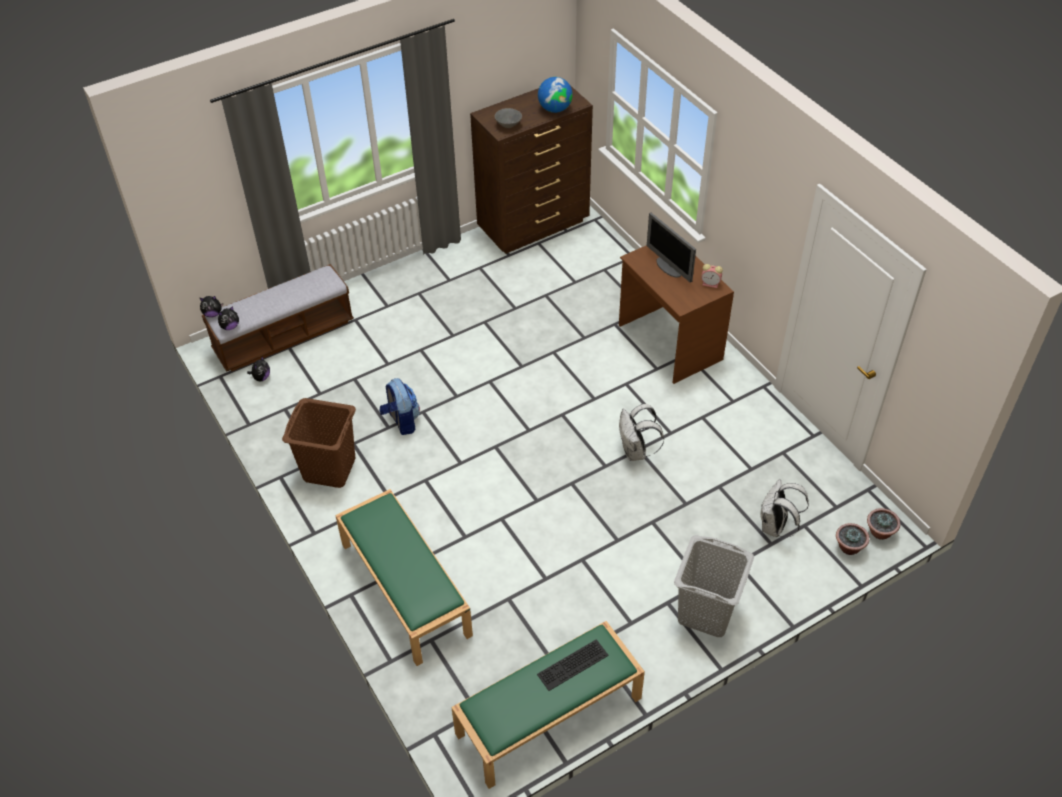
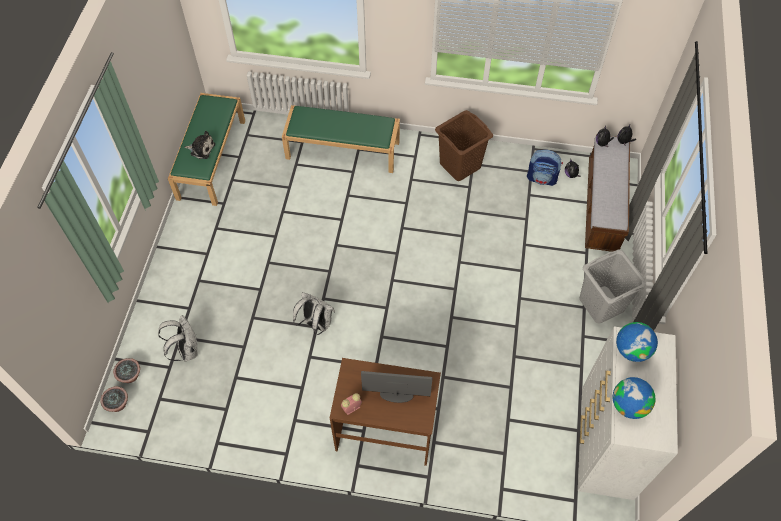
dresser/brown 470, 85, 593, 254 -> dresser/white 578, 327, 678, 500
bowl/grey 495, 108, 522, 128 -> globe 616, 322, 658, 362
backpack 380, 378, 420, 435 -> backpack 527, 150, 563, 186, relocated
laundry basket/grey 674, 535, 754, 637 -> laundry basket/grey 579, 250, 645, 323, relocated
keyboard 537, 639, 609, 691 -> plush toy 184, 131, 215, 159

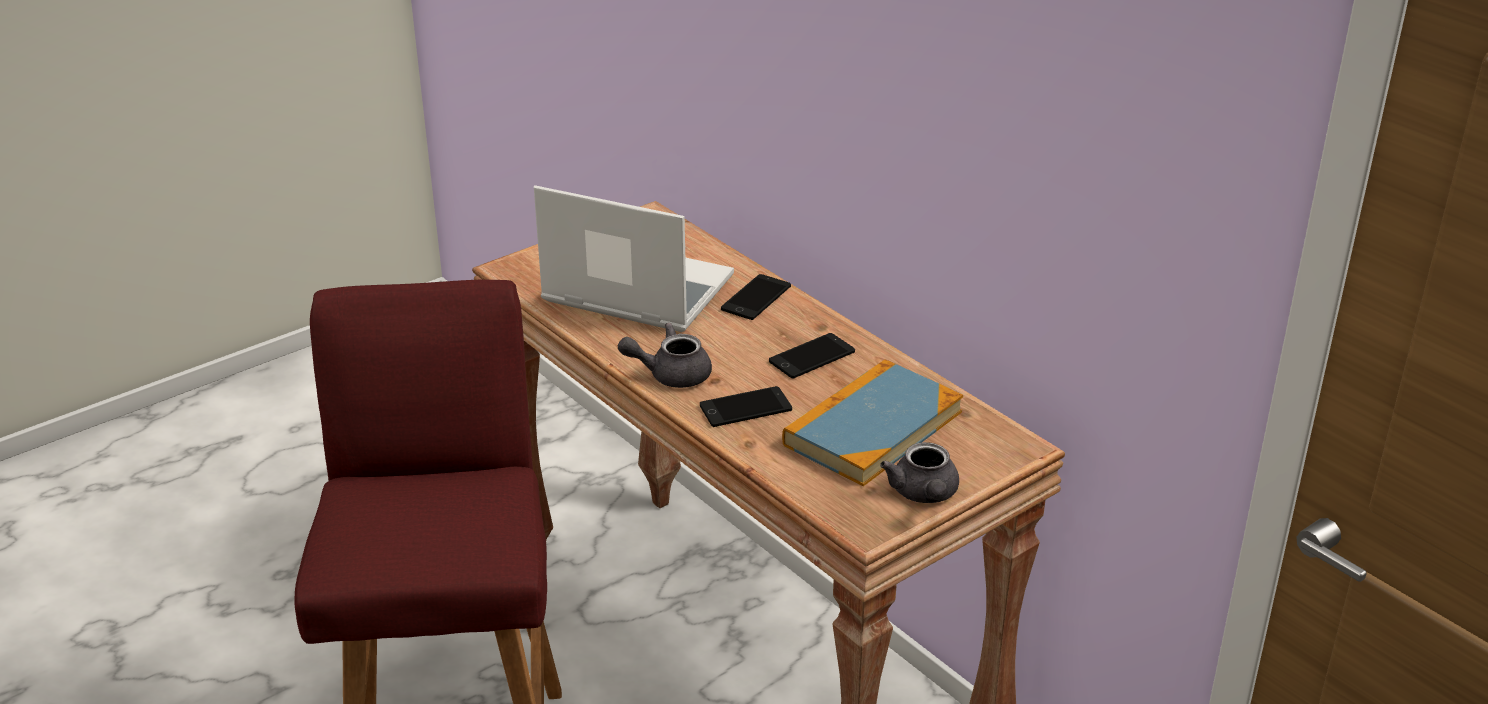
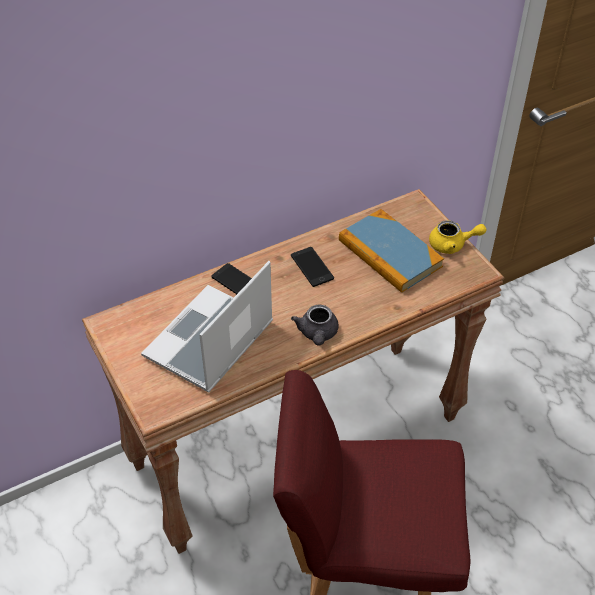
phone 700, 386, 792, 427 -> none
teapot/grey 880, 442, 959, 503 -> teapot/yellow 429, 220, 487, 254

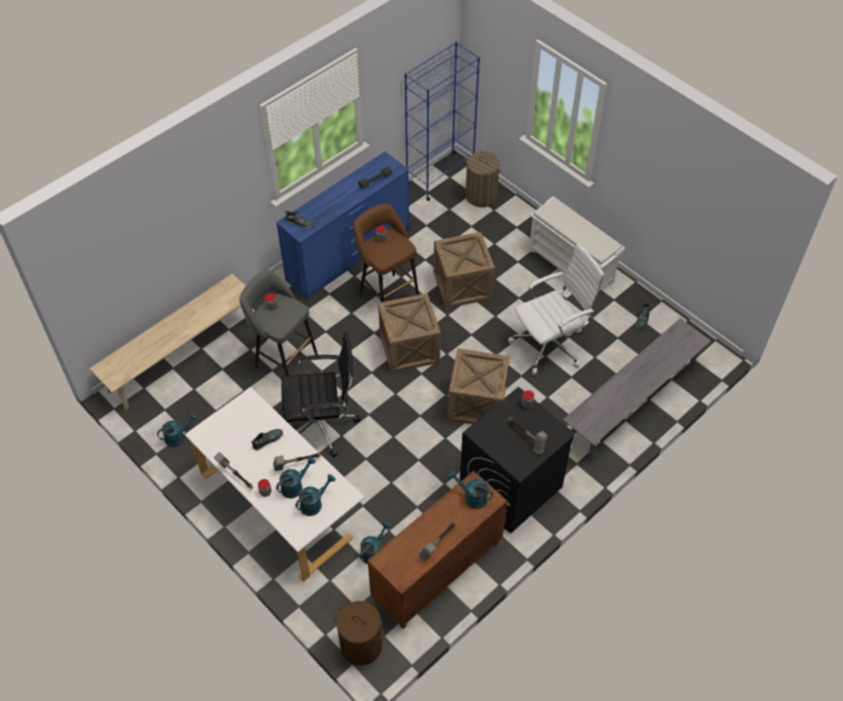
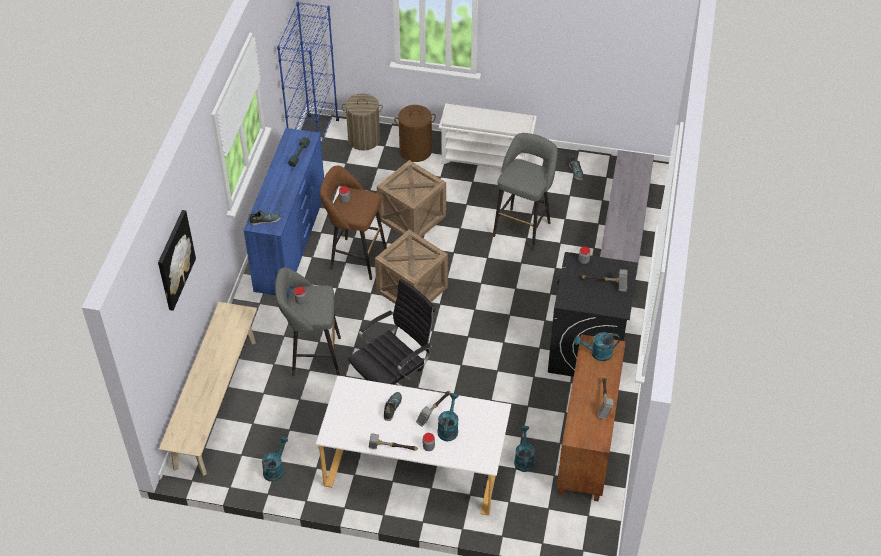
office chair/white 508, 243, 604, 375 -> stool/grey 493, 133, 558, 251
crate 448, 348, 510, 424 -> none
watering can/turquoise 295, 474, 336, 516 -> none
laundry basket/brown 333, 601, 384, 666 -> laundry basket/brown 394, 105, 436, 162, relocated
none -> picture 158, 210, 196, 311

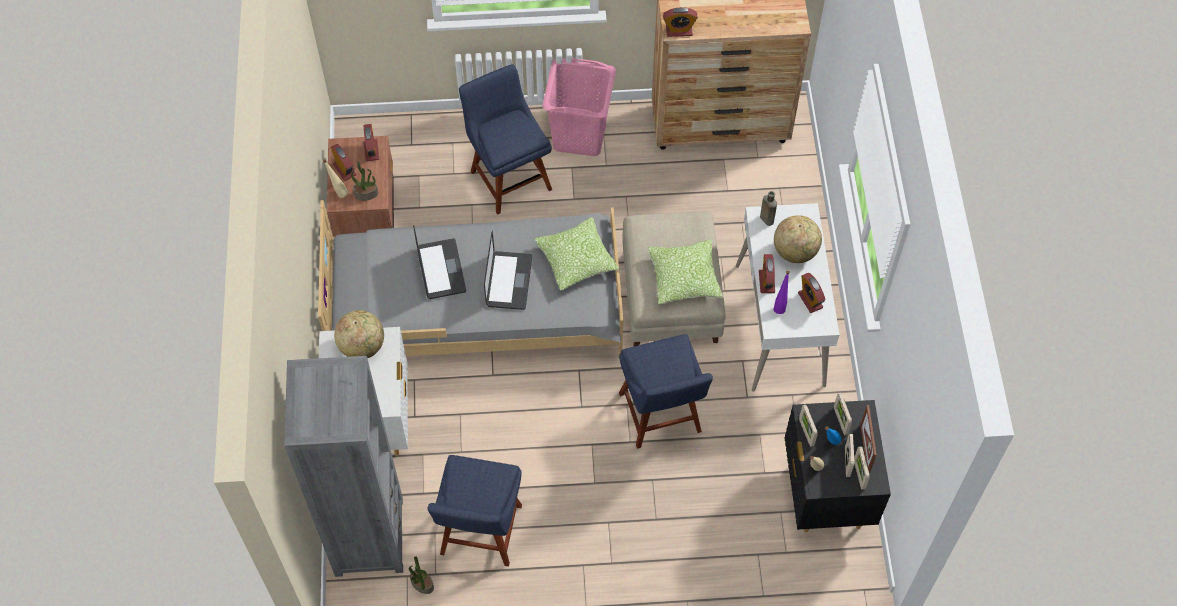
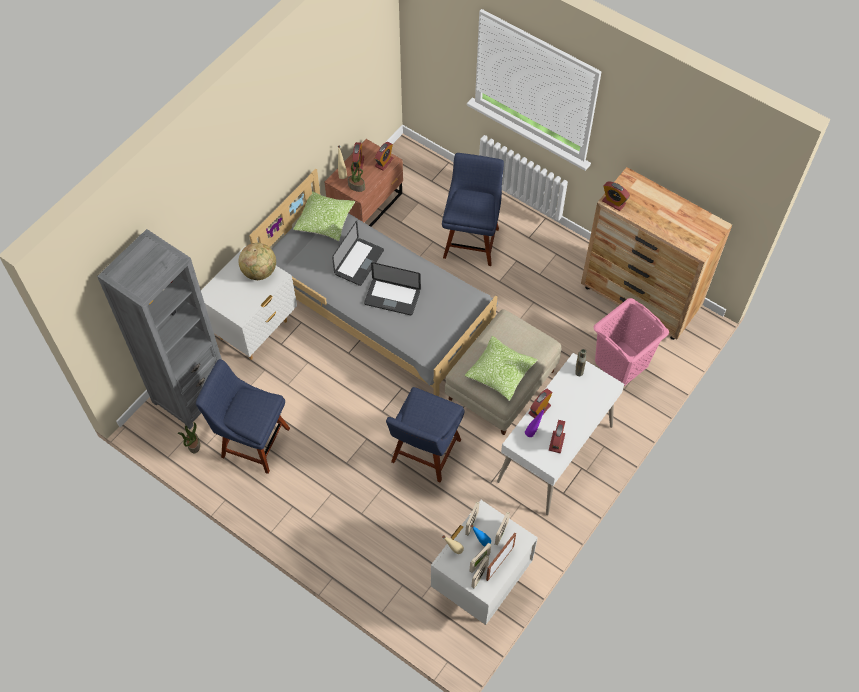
laundry basket/pink 542, 58, 616, 156 -> laundry basket/pink 593, 298, 669, 386, relocated
globe 774, 215, 822, 263 -> none
pillow 535, 217, 619, 291 -> pillow 293, 191, 355, 241, relocated
laptop 484, 231, 532, 310 -> laptop 364, 262, 421, 315, 60 degrees clockwise
nightstand/black 784, 400, 891, 532 -> nightstand/white 431, 500, 538, 625
chair/blue 428, 455, 522, 567 -> chair/blue 196, 359, 290, 474, 60 degrees clockwise

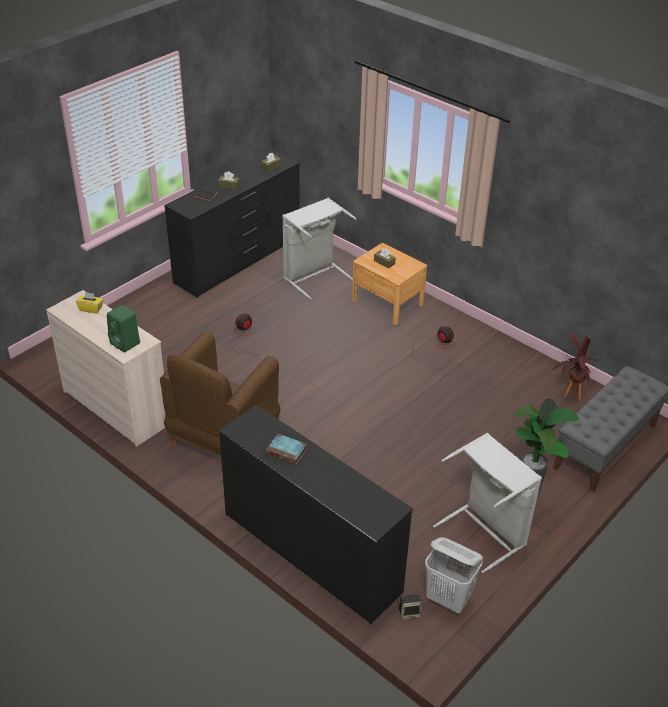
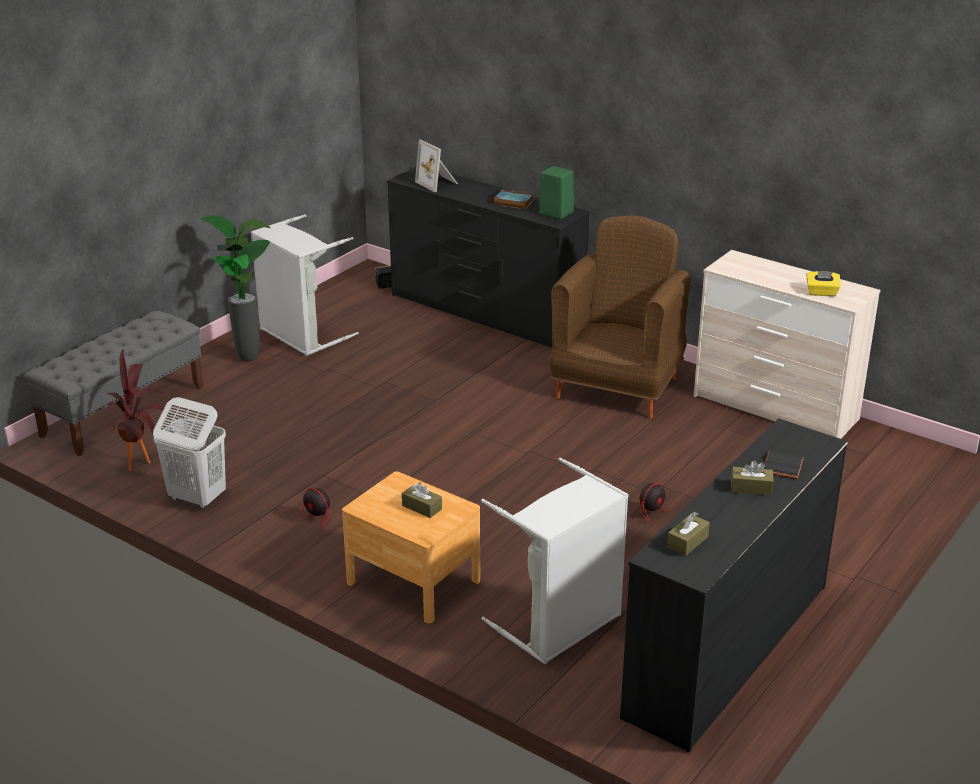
speaker/green 107, 305, 140, 352 -> speaker/green 539, 166, 575, 220, relocated
laundry basket/white 425, 537, 483, 614 -> laundry basket/white 153, 397, 226, 509, relocated
none -> picture frame 415, 140, 458, 192

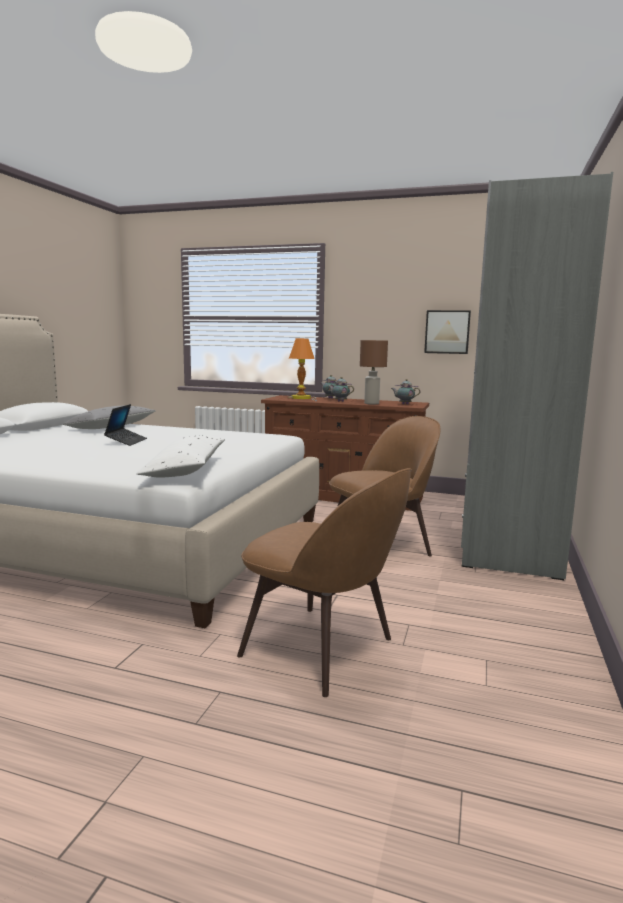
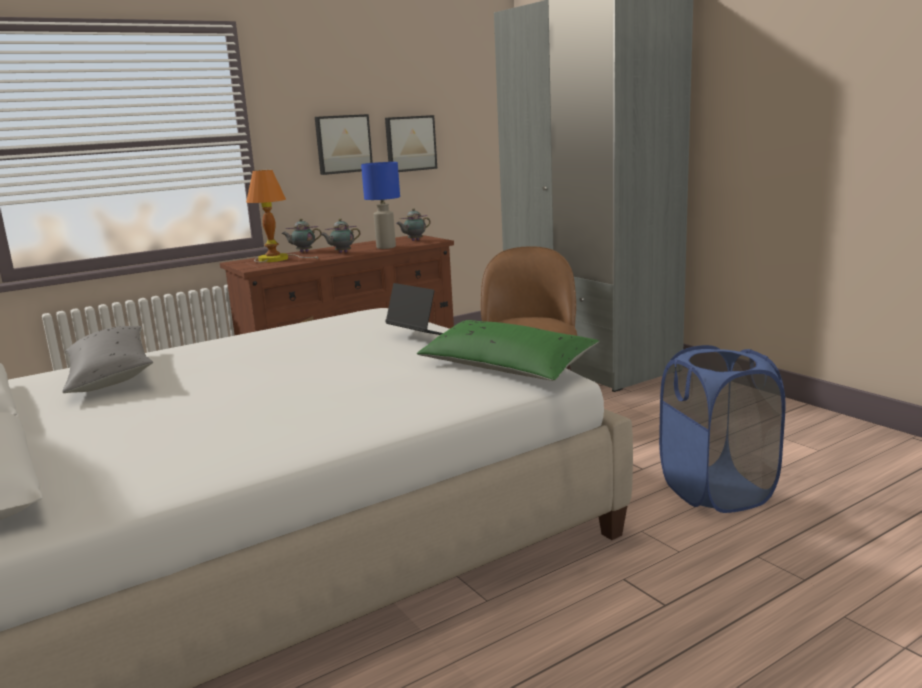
table lamp/brown 360, 340, 388, 405 -> table lamp/blue 361, 162, 400, 249
laptop 104, 404, 147, 446 -> laptop 385, 283, 443, 335, relocated
pillow/white 136, 436, 225, 478 -> pillow/green 417, 320, 599, 381
chair/brown 237, 468, 412, 697 -> laundry basket/blue 659, 345, 785, 513
none -> picture 315, 114, 373, 175

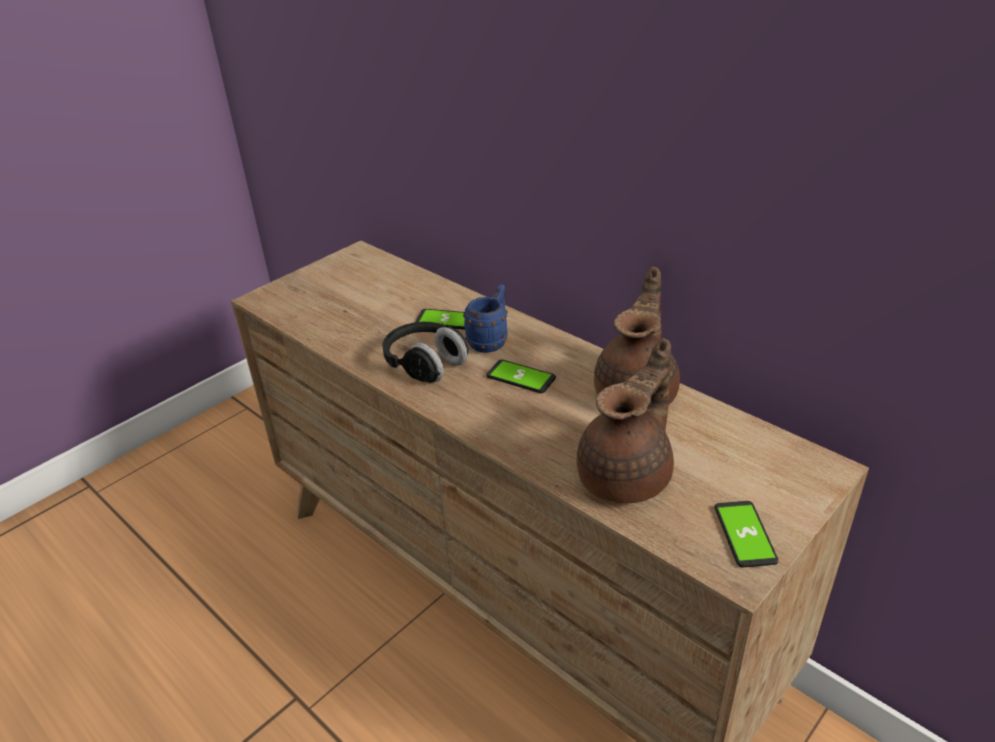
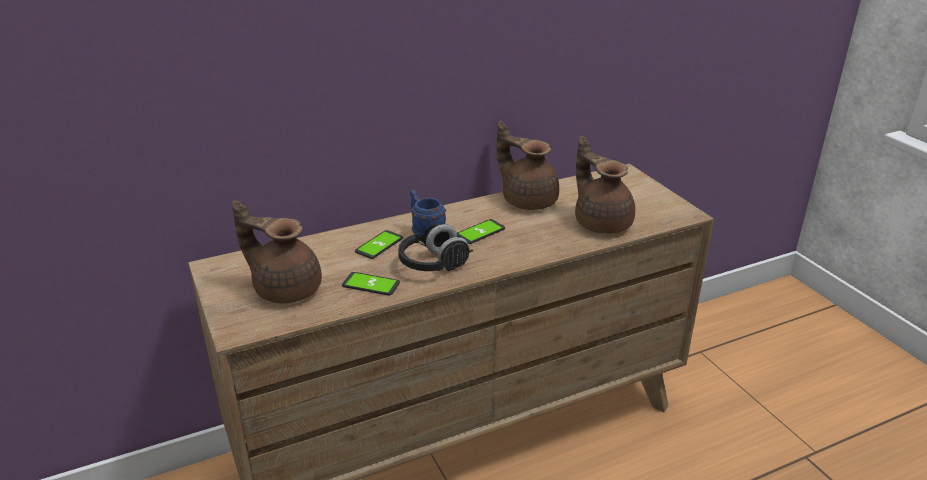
phone 715, 501, 779, 567 -> phone 342, 272, 400, 296, relocated
none -> teapot/brown 232, 200, 322, 304

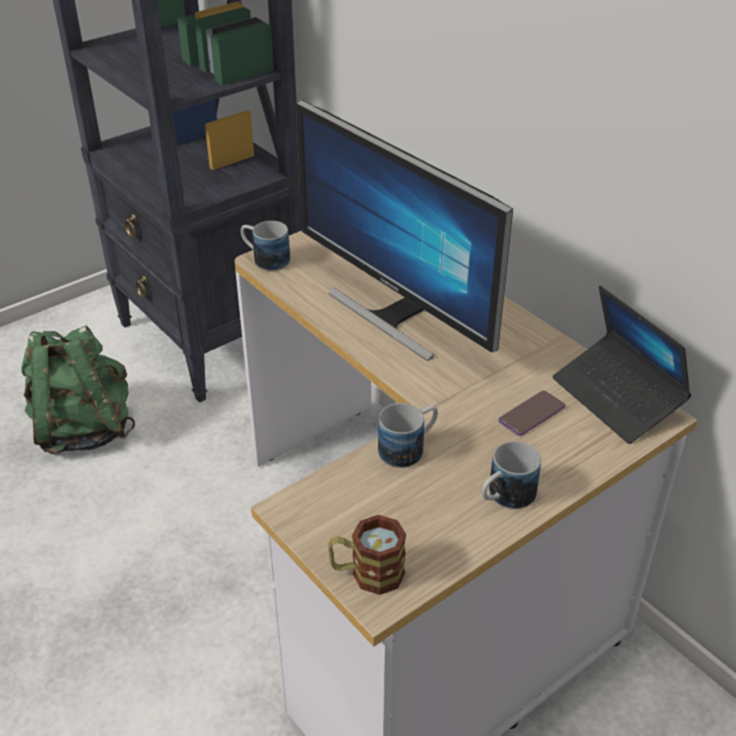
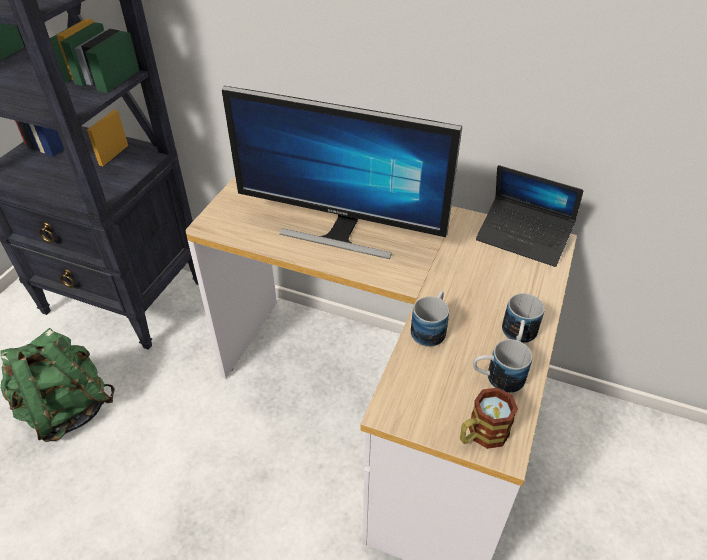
mug 241, 221, 290, 271 -> mug 473, 339, 532, 393, relocated
phone 498, 390, 565, 436 -> none

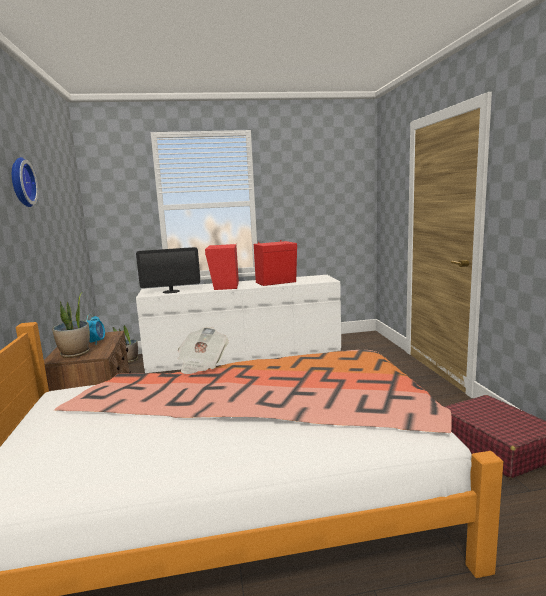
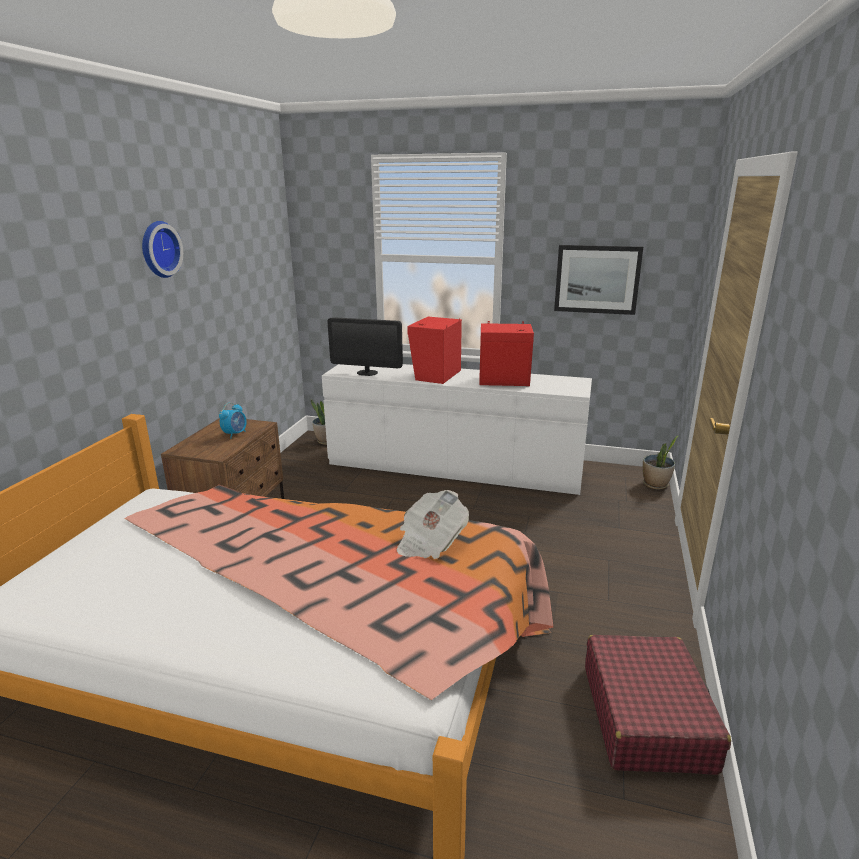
potted plant 52, 292, 90, 358 -> potted plant 643, 436, 678, 489, relocated
newspaper 178, 327, 228, 374 -> newspaper 397, 490, 469, 559, relocated
none -> picture 554, 245, 643, 315

